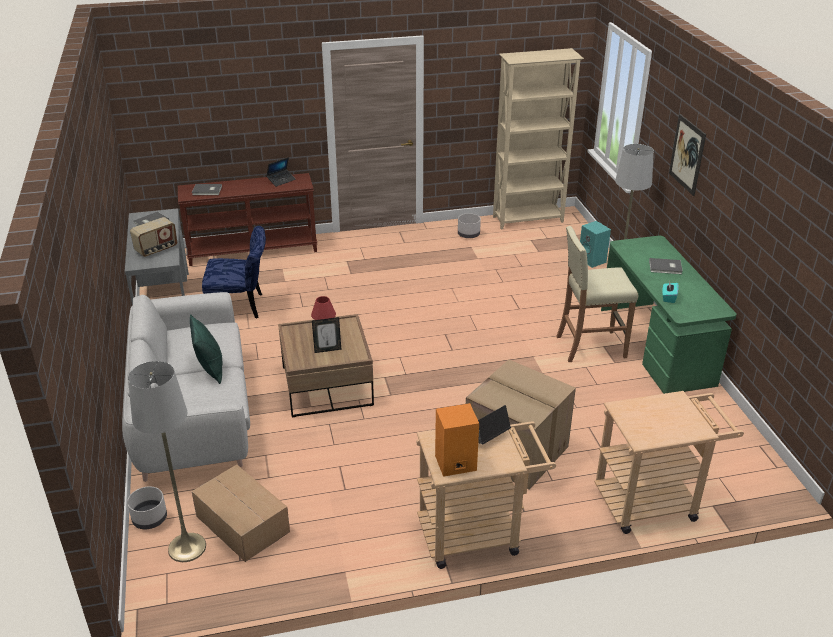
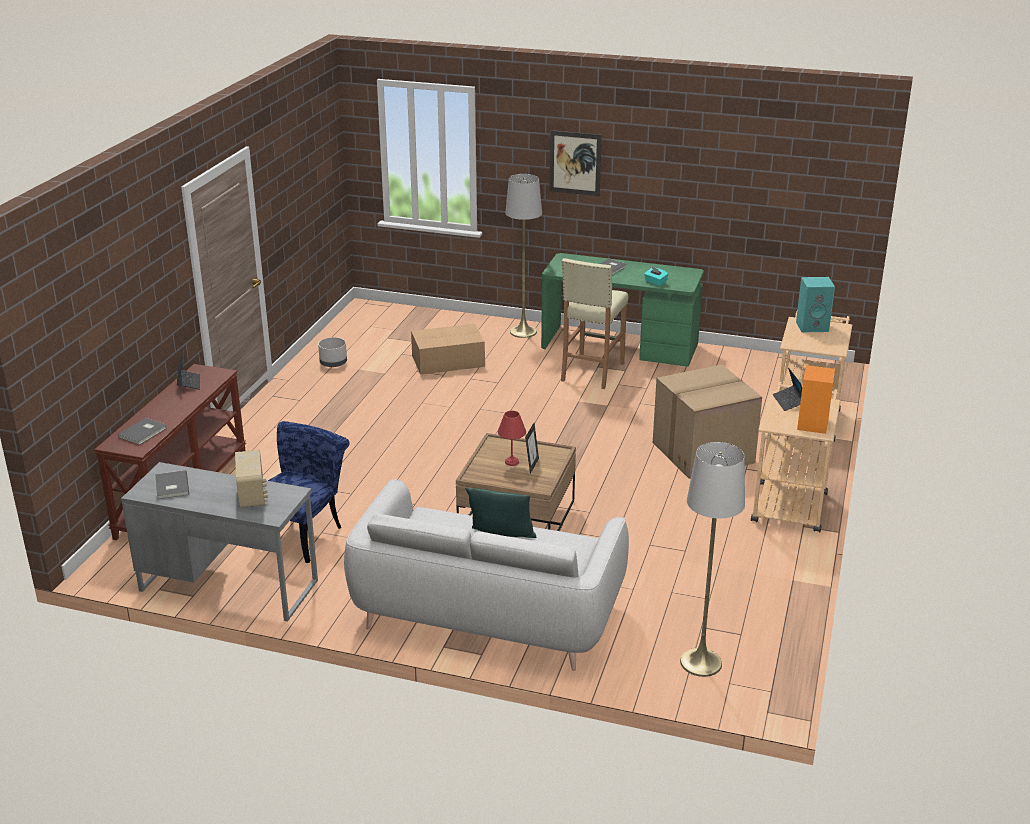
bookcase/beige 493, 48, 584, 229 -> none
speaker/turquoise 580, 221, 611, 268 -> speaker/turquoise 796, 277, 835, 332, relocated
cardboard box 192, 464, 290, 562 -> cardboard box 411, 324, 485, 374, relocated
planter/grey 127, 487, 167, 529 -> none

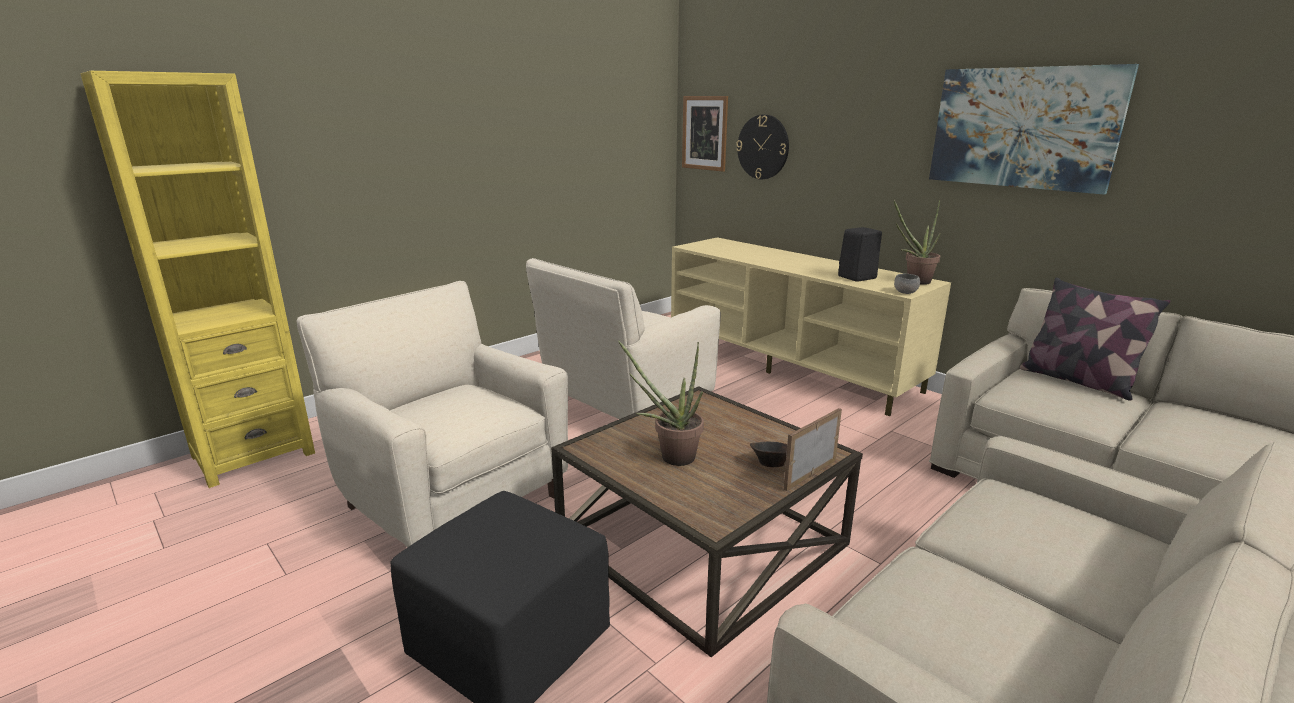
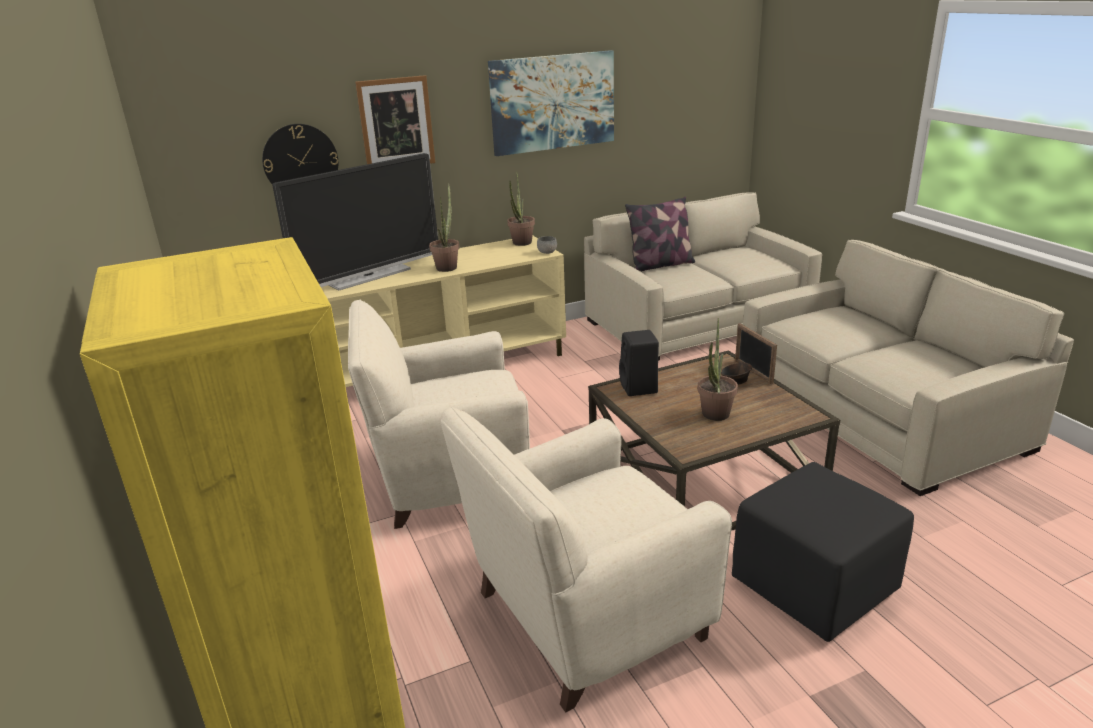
picture 682, 96, 728, 172 -> picture 355, 75, 435, 164, relocated
speaker/black 838, 227, 882, 282 -> speaker/black 619, 330, 659, 396, relocated
armchair/beige 526, 258, 721, 419 -> armchair/beige 348, 299, 530, 529, 105 degrees clockwise
none -> television 272, 153, 438, 291
none -> potted plant 429, 183, 459, 272

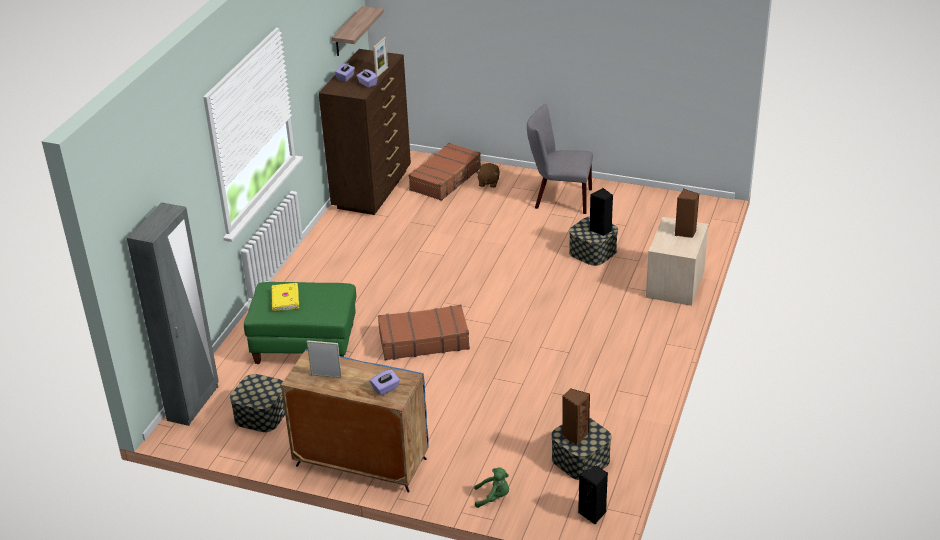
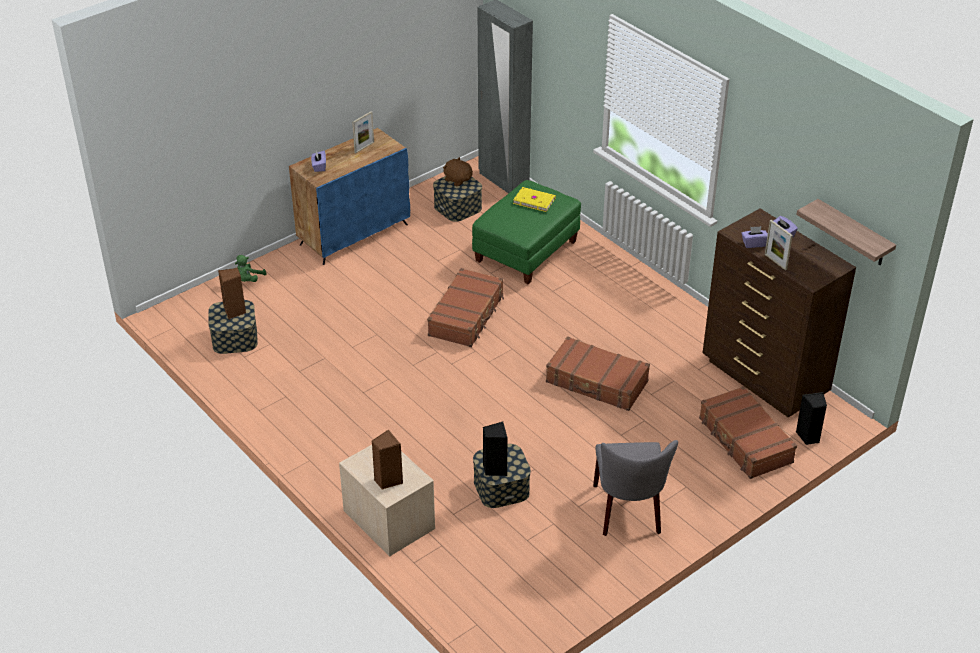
chair/grey 527, 104, 593, 214 -> chair/grey 593, 440, 678, 536, 135 degrees clockwise
plush toy/brown 476, 163, 500, 188 -> plush toy/brown 443, 157, 473, 187, relocated
speaker/black 578, 465, 608, 525 -> speaker/black 795, 392, 827, 445, relocated
none -> suitcase/brown 546, 336, 650, 411

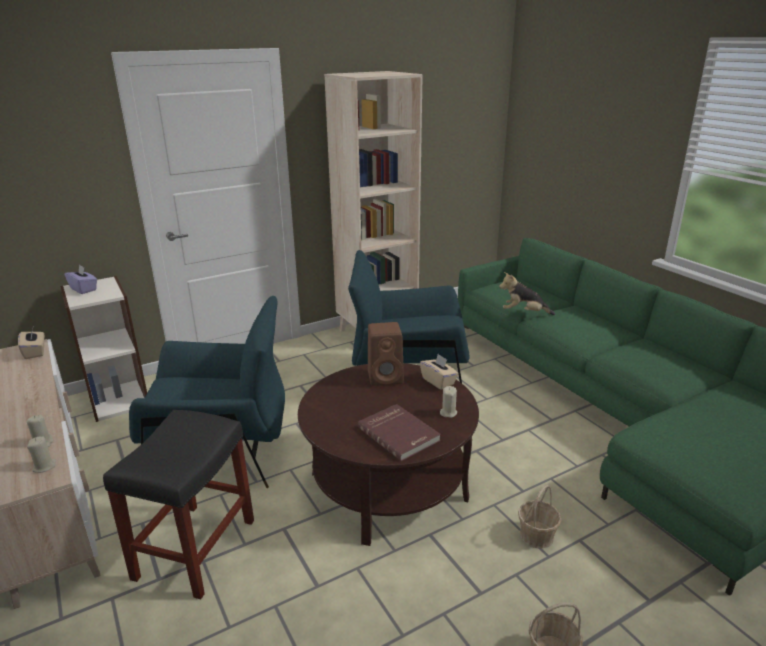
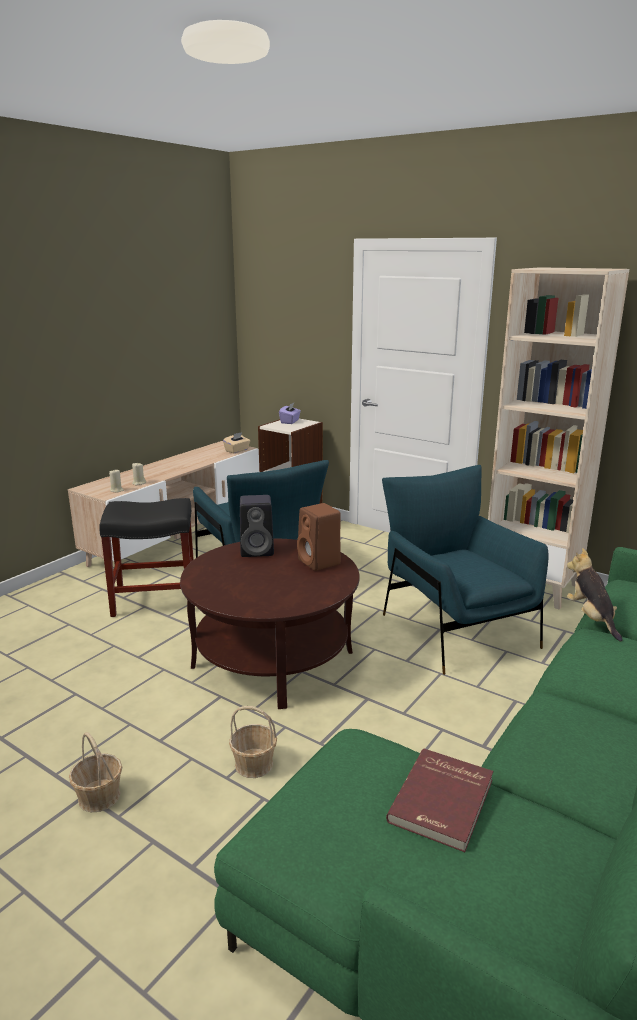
tissue box/beige 420, 354, 459, 390 -> none
candle/beige 440, 386, 457, 418 -> none
book/red 357, 404, 441, 461 -> book/red 386, 749, 494, 852, relocated
none -> speaker/black 240, 495, 274, 557

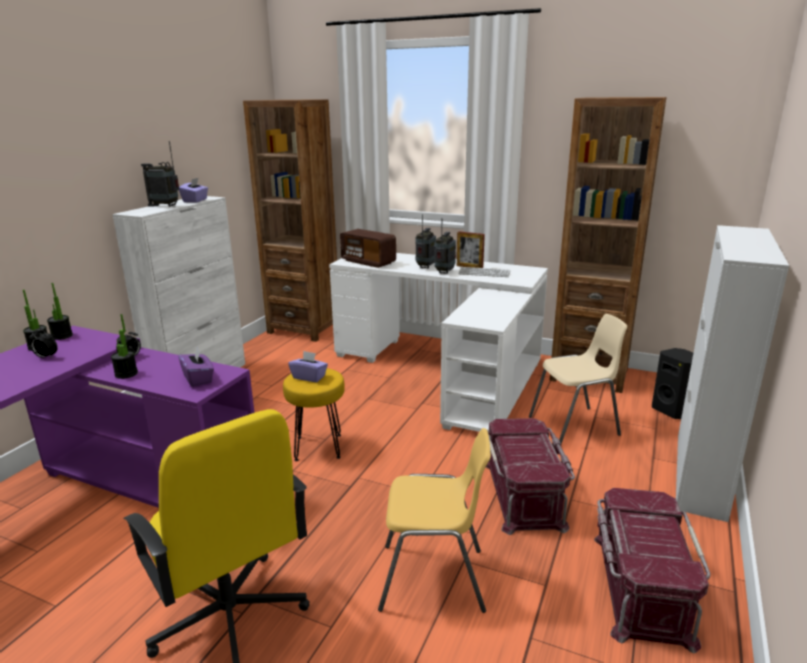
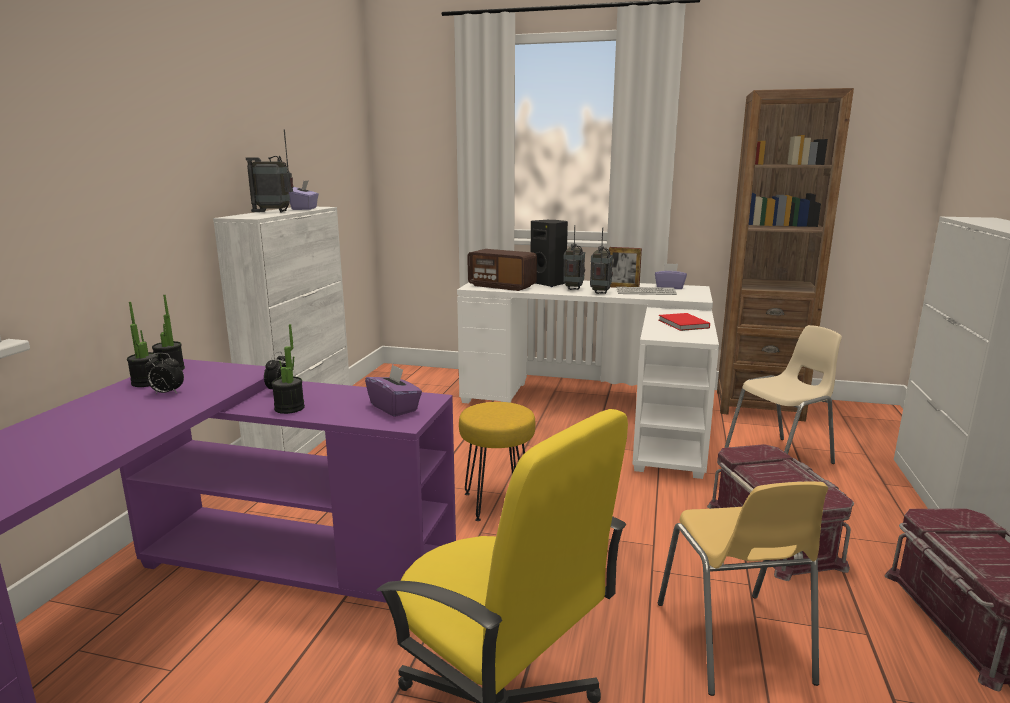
bookcase/brown 243, 99, 337, 342 -> none
speaker/black 652, 348, 693, 419 -> speaker/black 531, 220, 568, 287, relocated
tissue box/purple 288, 351, 328, 382 -> tissue box/purple 655, 263, 687, 289, relocated
chair/yellow 378, 428, 491, 613 -> chair/yellow 658, 481, 828, 696, 90 degrees clockwise
none -> book/red 659, 313, 710, 331

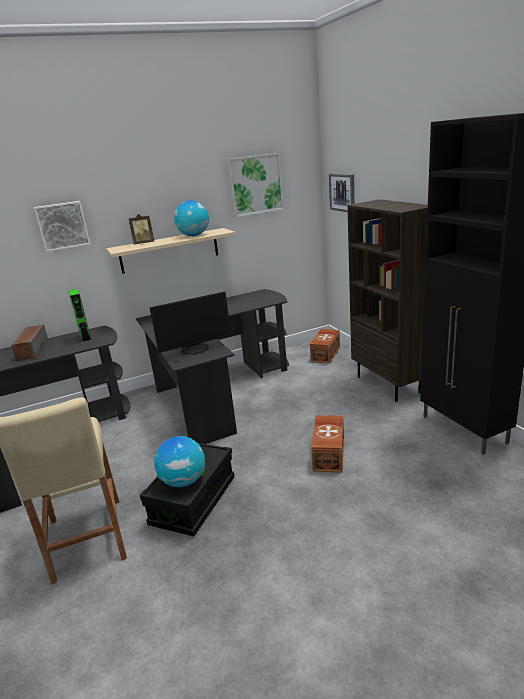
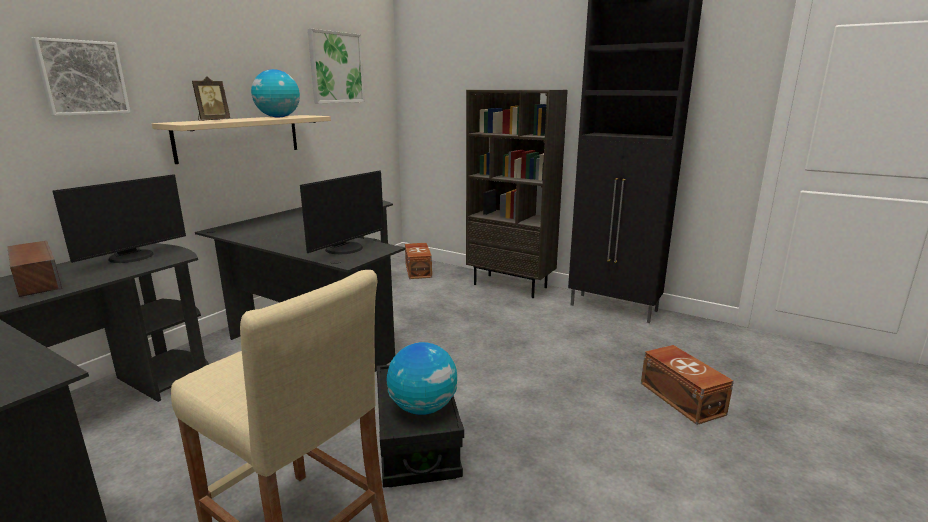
picture 329, 174, 355, 212 -> none
speaker/green 68, 289, 91, 342 -> monitor 53, 174, 186, 263
storage box/brown 311, 415, 344, 473 -> storage box/brown 641, 345, 734, 425, relocated

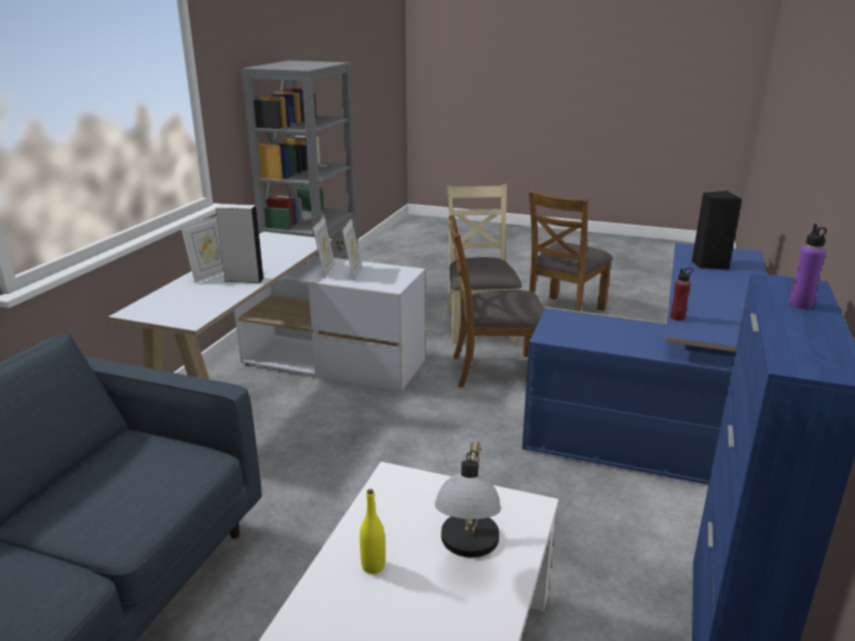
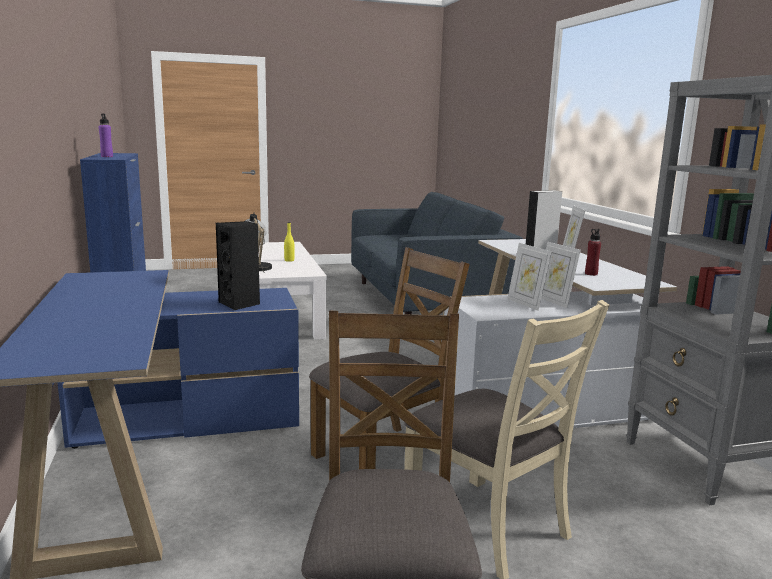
speaker/black 692, 191, 742, 270 -> speaker/black 216, 221, 260, 311, relocated
bottle/red 670, 268, 693, 321 -> bottle/red 585, 229, 601, 276, relocated

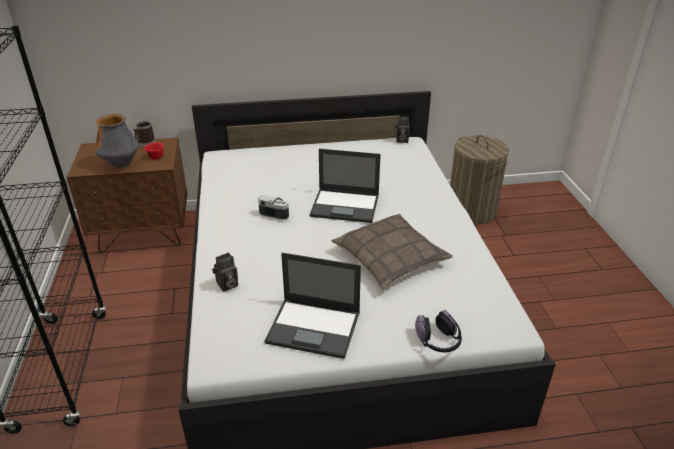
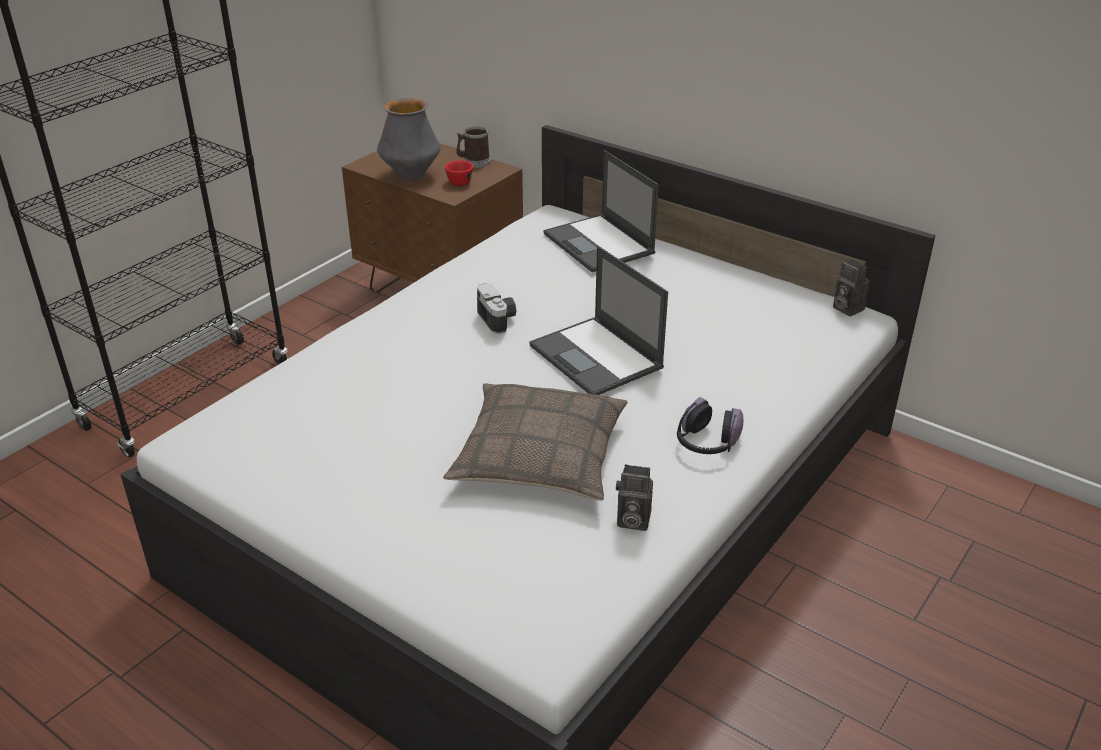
laundry basket 450, 135, 509, 225 -> none
photo camera 212, 252, 238, 292 -> photo camera 616, 464, 653, 531, relocated
laptop 265, 253, 361, 359 -> laptop 544, 150, 659, 272, relocated
headphones 415, 310, 462, 352 -> headphones 677, 397, 744, 454, relocated

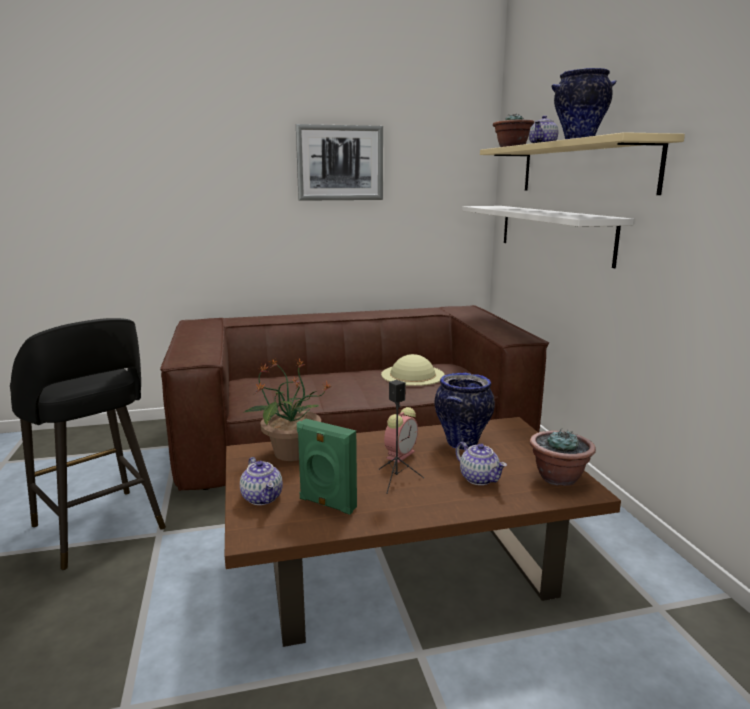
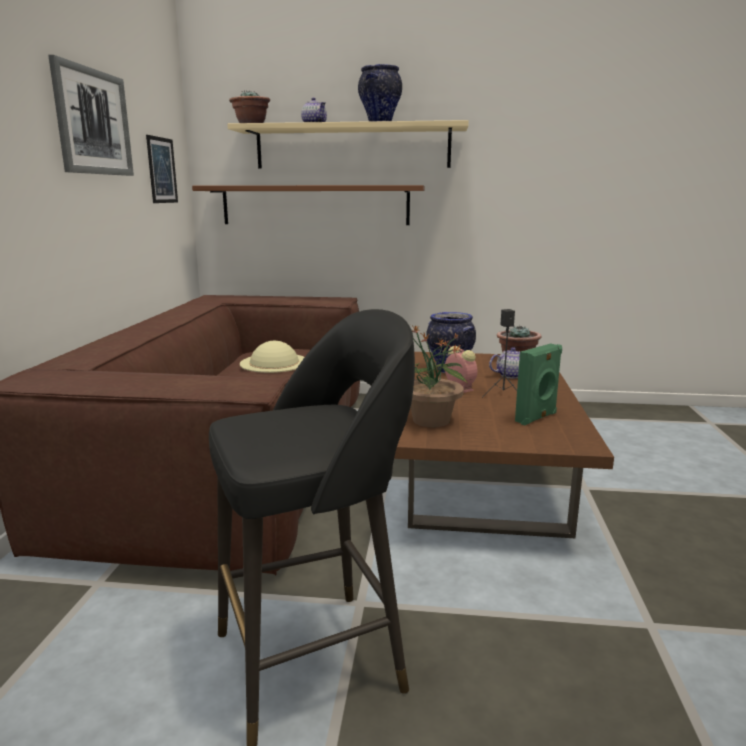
shelf/white 462, 206, 634, 268 -> shelf/brown 192, 185, 425, 225
teapot 240, 457, 283, 505 -> none
none -> picture 146, 135, 178, 203

